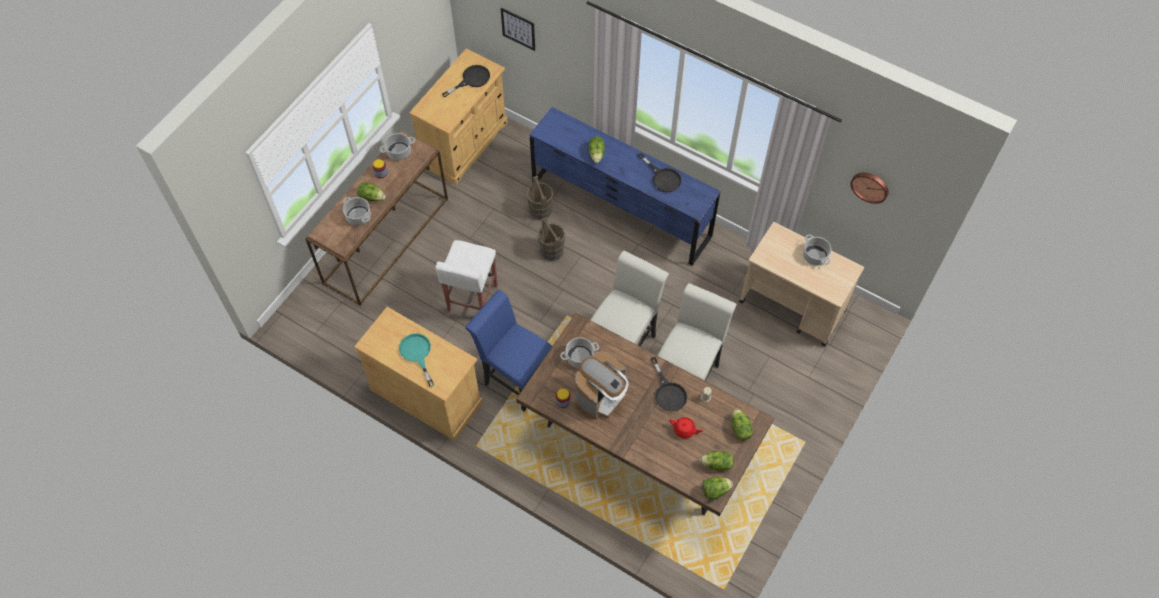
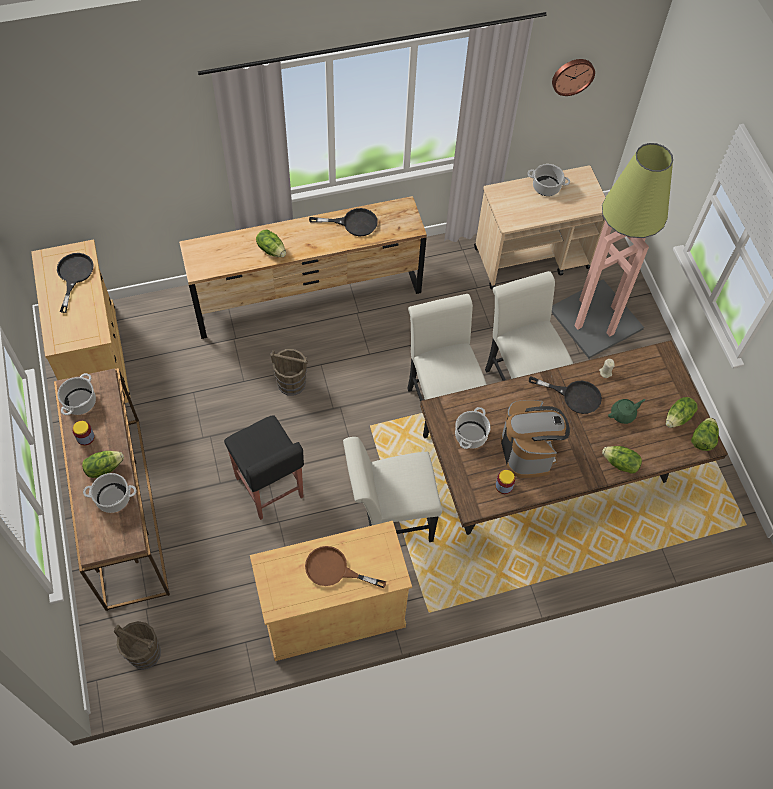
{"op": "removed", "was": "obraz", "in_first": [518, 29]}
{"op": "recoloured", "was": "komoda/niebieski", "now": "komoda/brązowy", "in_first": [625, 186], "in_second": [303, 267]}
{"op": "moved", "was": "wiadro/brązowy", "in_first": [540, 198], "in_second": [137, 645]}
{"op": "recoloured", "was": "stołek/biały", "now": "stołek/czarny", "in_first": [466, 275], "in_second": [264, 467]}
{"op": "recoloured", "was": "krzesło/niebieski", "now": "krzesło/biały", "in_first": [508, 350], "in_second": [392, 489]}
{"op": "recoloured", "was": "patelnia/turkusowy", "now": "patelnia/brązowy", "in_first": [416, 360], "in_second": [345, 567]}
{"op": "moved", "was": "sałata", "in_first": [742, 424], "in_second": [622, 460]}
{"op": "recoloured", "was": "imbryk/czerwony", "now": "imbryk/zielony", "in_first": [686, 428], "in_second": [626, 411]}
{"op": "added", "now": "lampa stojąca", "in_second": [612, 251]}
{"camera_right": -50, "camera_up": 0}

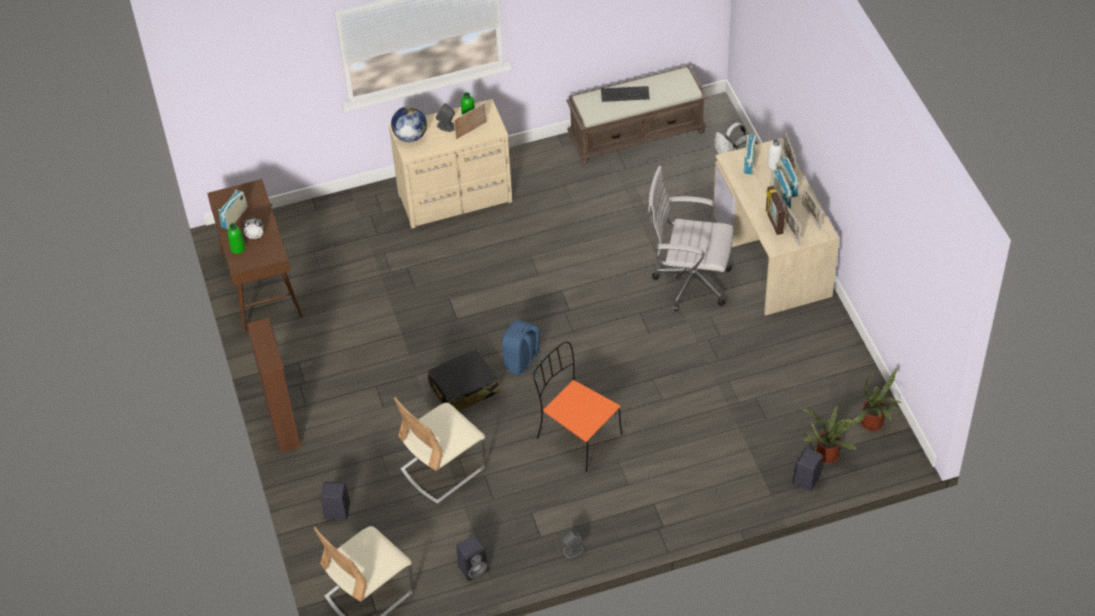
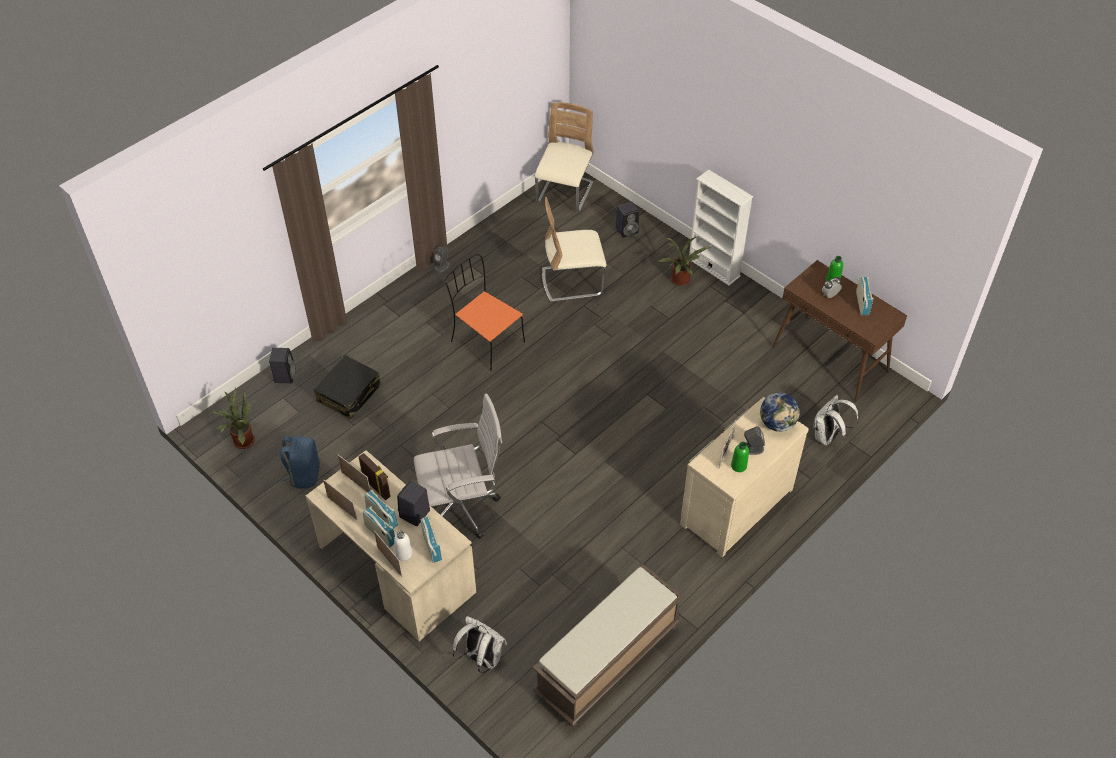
{"op": "removed", "was": "klawiatura", "in_first": [625, 94]}
{"op": "recoloured", "was": "regał/brązowy", "now": "regał/biały", "in_first": [274, 385], "in_second": [721, 227]}
{"op": "moved", "was": "plecak/niebieski", "in_first": [524, 348], "in_second": [300, 462]}
{"op": "turned", "was": "krzesło/pomarańczowy", "in_first": [577, 406], "in_second": [485, 312], "clockwise": -150}
{"op": "moved", "was": "walizka/czarny", "in_first": [463, 380], "in_second": [347, 387]}
{"op": "turned", "was": "krzesło/beżowy", "in_first": [440, 450], "in_second": [574, 249], "clockwise": -120}
{"op": "moved", "was": "roślina doniczkowa", "in_first": [831, 434], "in_second": [684, 261]}
{"op": "moved", "was": "głośnik/czarny", "in_first": [472, 558], "in_second": [413, 503]}
{"op": "added", "now": "plecak/biały", "in_second": [835, 420]}
{"camera_right": 150, "camera_up": 0}

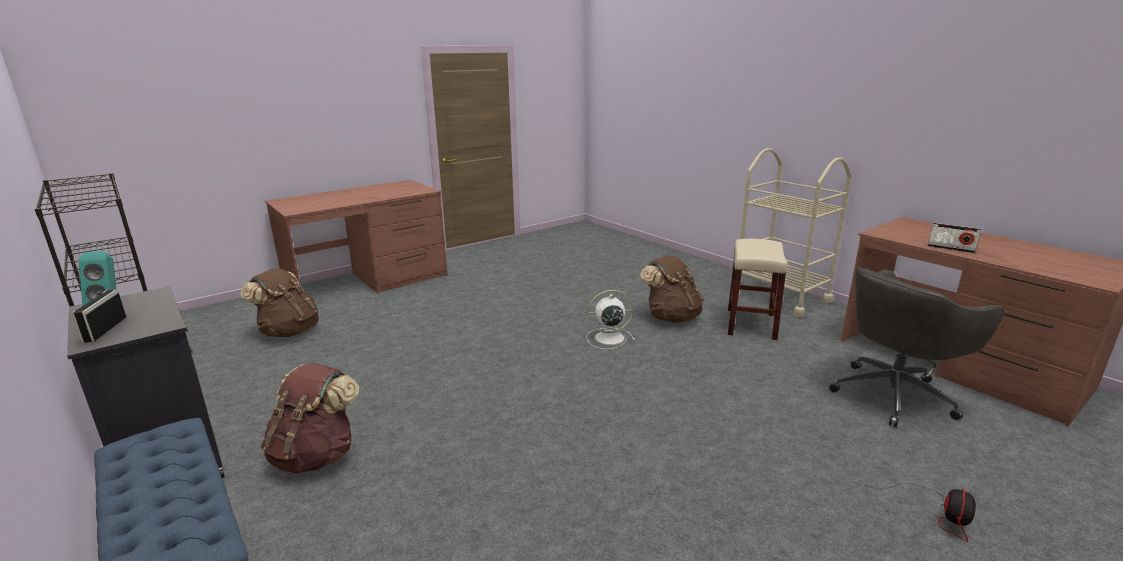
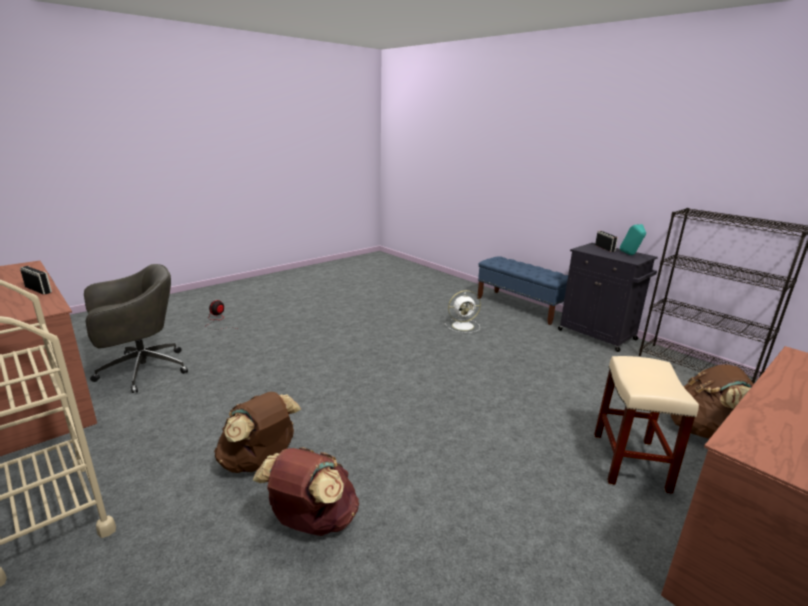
{"op": "moved", "was": "stołek/beżowy", "in_first": [758, 290], "in_second": [646, 425]}
{"op": "moved", "was": "wentylator/biały", "in_first": [611, 319], "in_second": [463, 311]}
{"op": "moved", "was": "plecak/brązowy", "in_first": [310, 418], "in_second": [306, 491]}
{"camera_right": 175, "camera_up": 0}

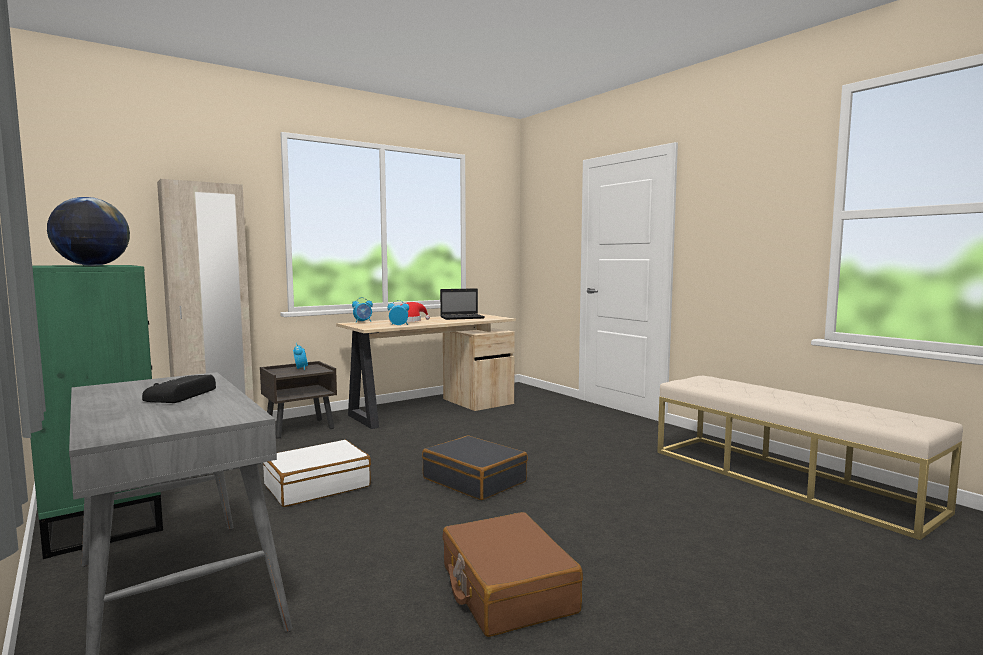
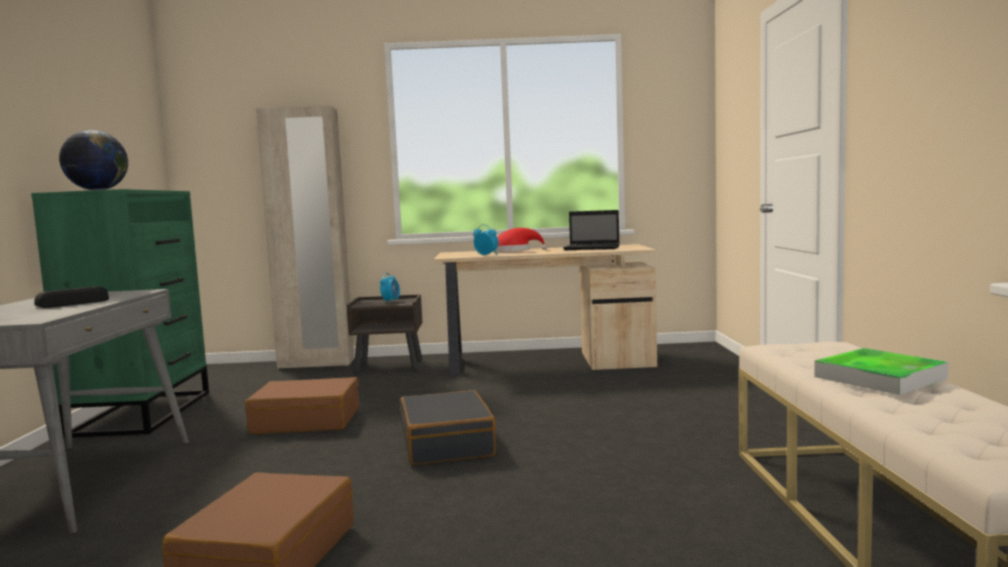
{"op": "removed", "was": "budzik", "in_first": [362, 309]}
{"op": "recoloured", "was": "walizka/biały", "now": "walizka/brązowy", "in_first": [317, 473], "in_second": [302, 405]}
{"op": "added", "now": "taca", "in_second": [881, 371]}
{"camera_right": 35, "camera_up": 0}

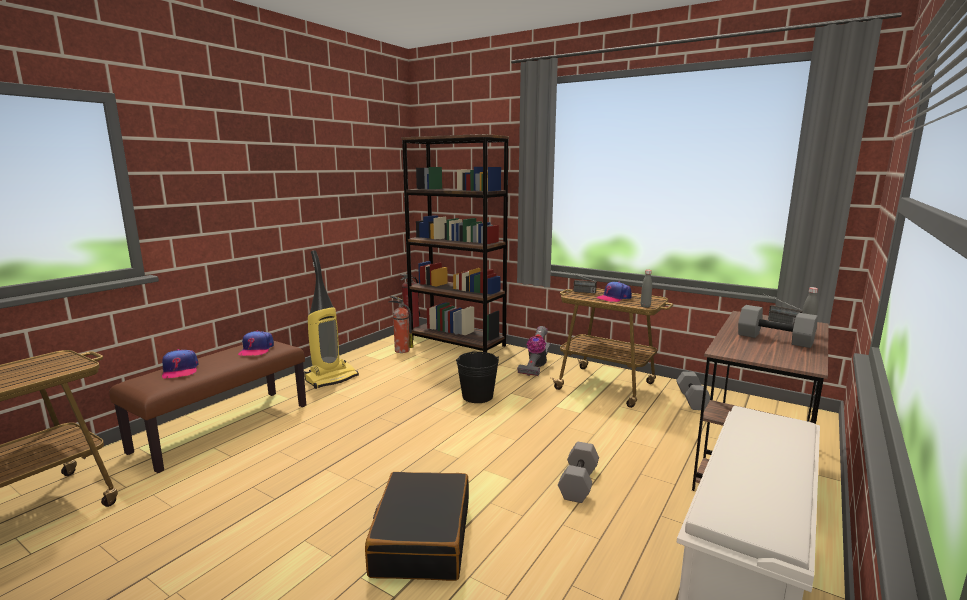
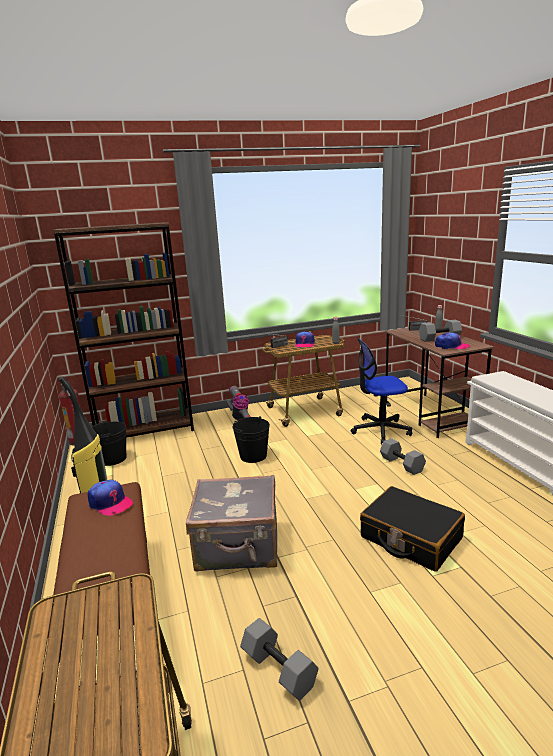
{"op": "replaced", "was": "gaśnica", "now": "wiadro/czarny", "in_first": [400, 324], "in_second": [109, 443]}
{"op": "moved", "was": "czapka z daszkiem", "in_first": [180, 363], "in_second": [452, 340]}
{"op": "moved", "was": "hantel/szary", "in_first": [693, 390], "in_second": [279, 659]}
{"op": "added", "now": "krzesło biurowe", "in_second": [381, 391]}
{"op": "added", "now": "walizka/szary", "in_second": [231, 523]}
{"camera_right": -50, "camera_up": 5}

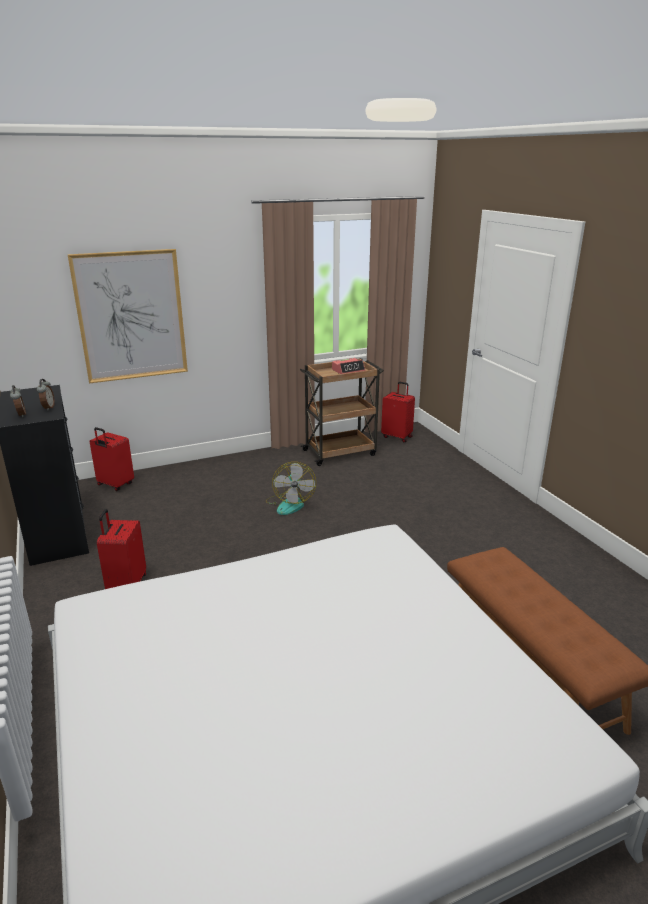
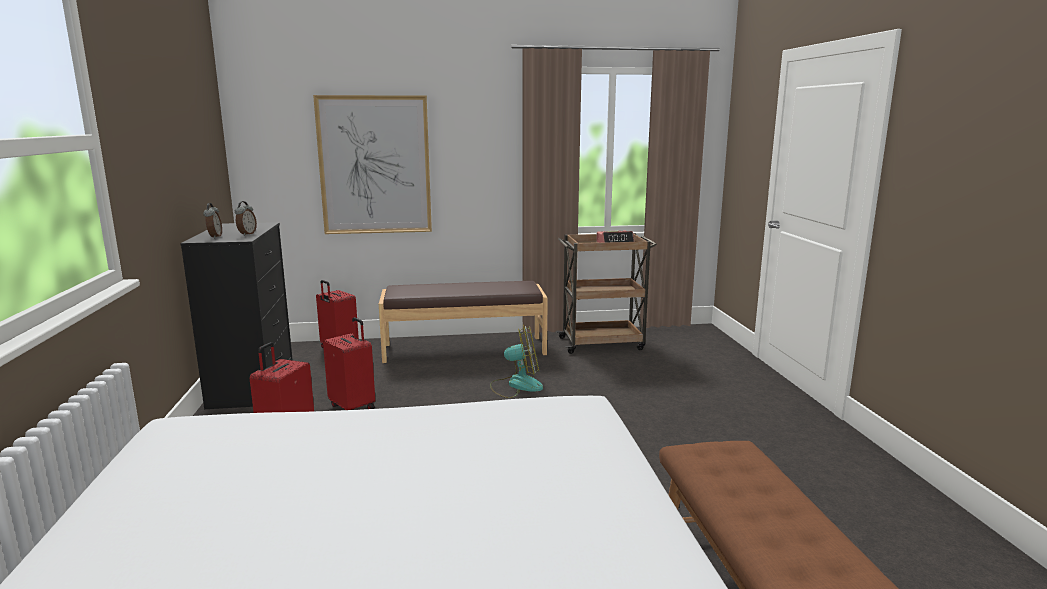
{"op": "moved", "was": "walizka/czerwony", "in_first": [398, 412], "in_second": [349, 363]}
{"op": "turned", "was": "wentylator", "in_first": [291, 488], "in_second": [516, 361], "clockwise": -105}
{"op": "added", "now": "ławka/brązowy", "in_second": [463, 322]}
{"camera_right": 15, "camera_up": -10}

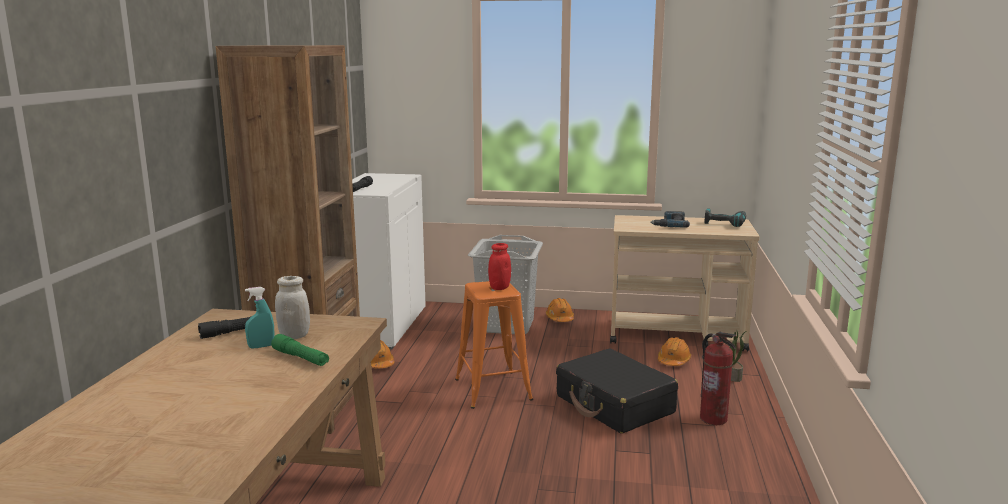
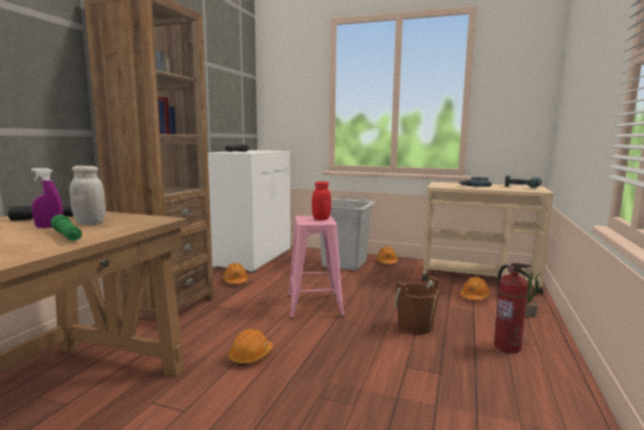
{"op": "recoloured", "was": "stołek/pomarańczowy", "now": "stołek/różowy", "in_first": [494, 345], "in_second": [316, 267]}
{"op": "recoloured", "was": "spryskiwacz/turkusowy", "now": "spryskiwacz/fioletowy", "in_first": [259, 318], "in_second": [47, 198]}
{"op": "replaced", "was": "walizka/czarny", "now": "wiadro/brązowy", "in_first": [617, 391], "in_second": [417, 305]}
{"op": "added", "now": "kask/pomarańczowy", "in_second": [250, 347]}
{"camera_right": 10, "camera_up": -5}

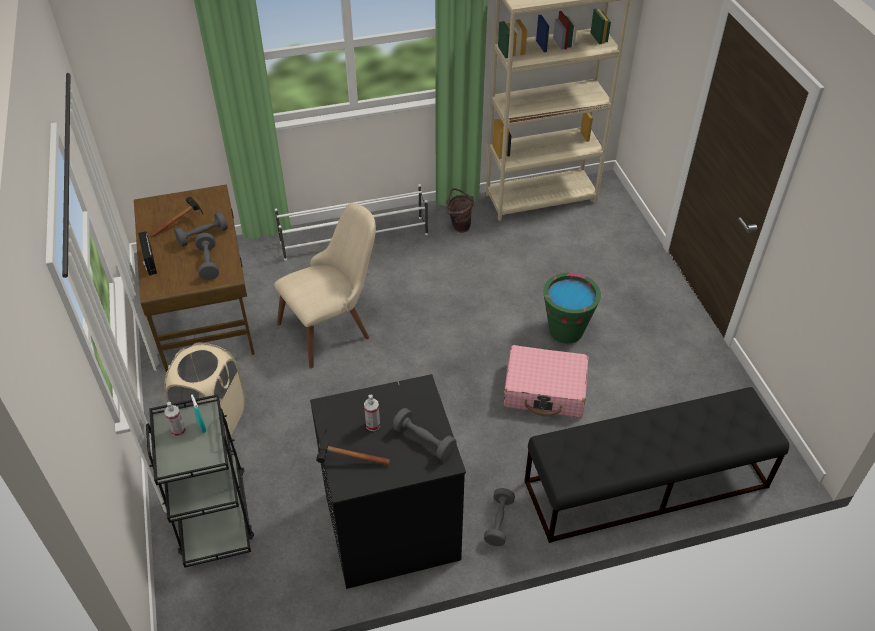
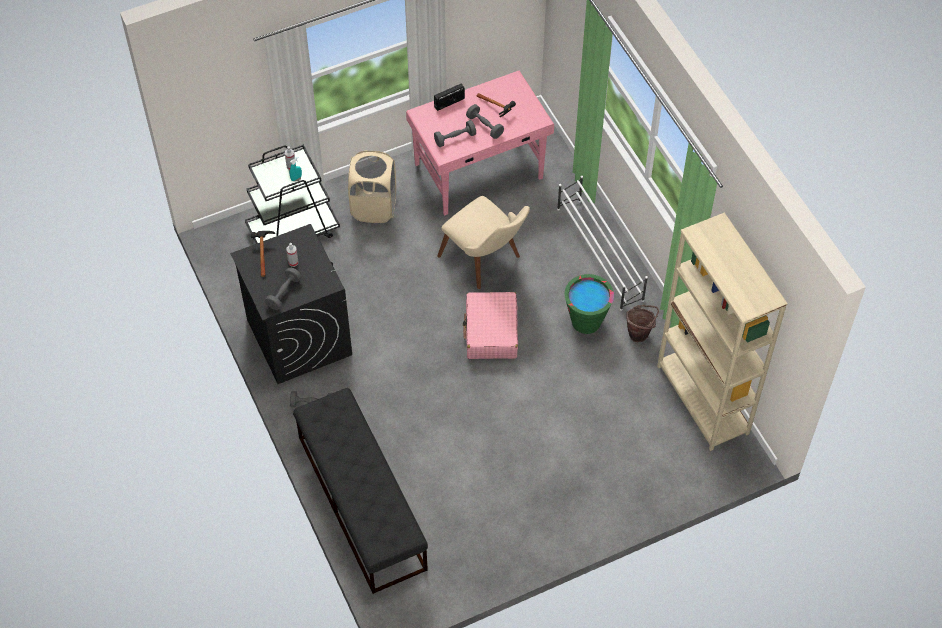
{"op": "recoloured", "was": "biurko/brązowy", "now": "biurko/różowy", "in_first": [194, 278], "in_second": [480, 143]}
{"op": "moved", "was": "wiadro/zielony", "in_first": [572, 308], "in_second": [589, 304]}
{"op": "moved", "was": "walizka/różowy", "in_first": [546, 381], "in_second": [490, 325]}
{"camera_right": 80, "camera_up": 10}

